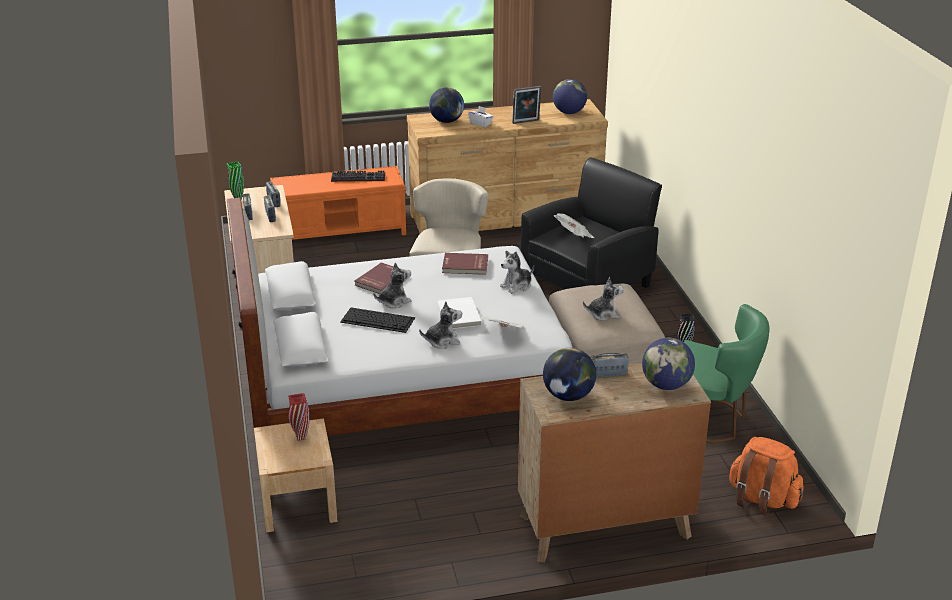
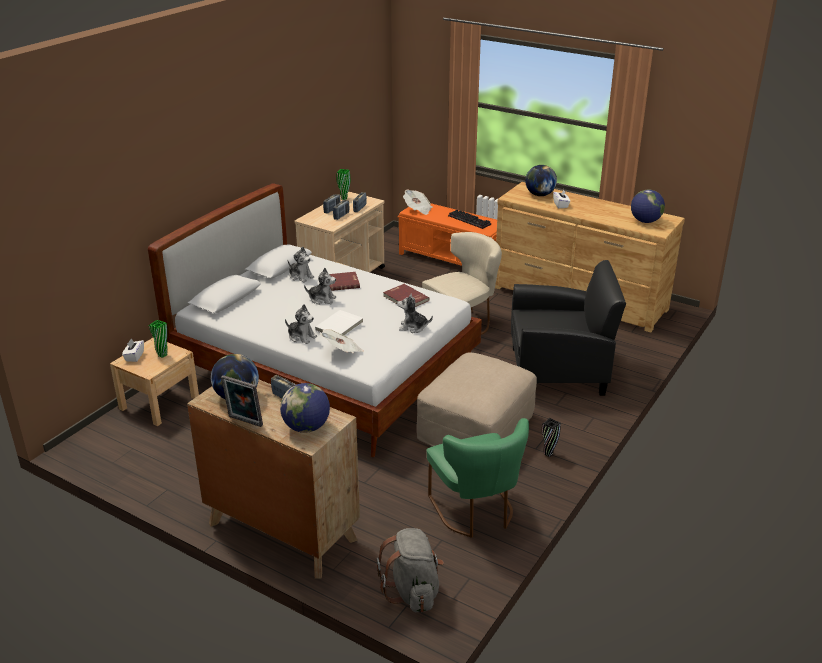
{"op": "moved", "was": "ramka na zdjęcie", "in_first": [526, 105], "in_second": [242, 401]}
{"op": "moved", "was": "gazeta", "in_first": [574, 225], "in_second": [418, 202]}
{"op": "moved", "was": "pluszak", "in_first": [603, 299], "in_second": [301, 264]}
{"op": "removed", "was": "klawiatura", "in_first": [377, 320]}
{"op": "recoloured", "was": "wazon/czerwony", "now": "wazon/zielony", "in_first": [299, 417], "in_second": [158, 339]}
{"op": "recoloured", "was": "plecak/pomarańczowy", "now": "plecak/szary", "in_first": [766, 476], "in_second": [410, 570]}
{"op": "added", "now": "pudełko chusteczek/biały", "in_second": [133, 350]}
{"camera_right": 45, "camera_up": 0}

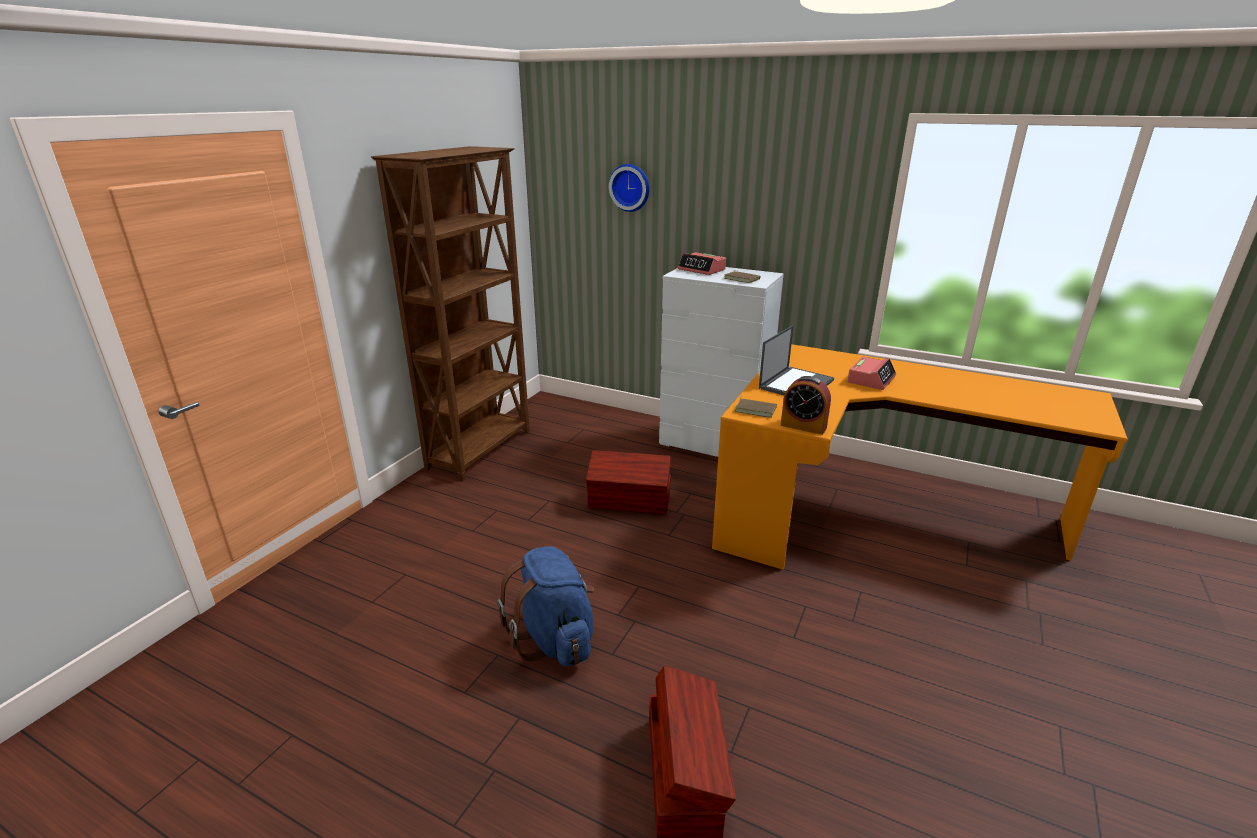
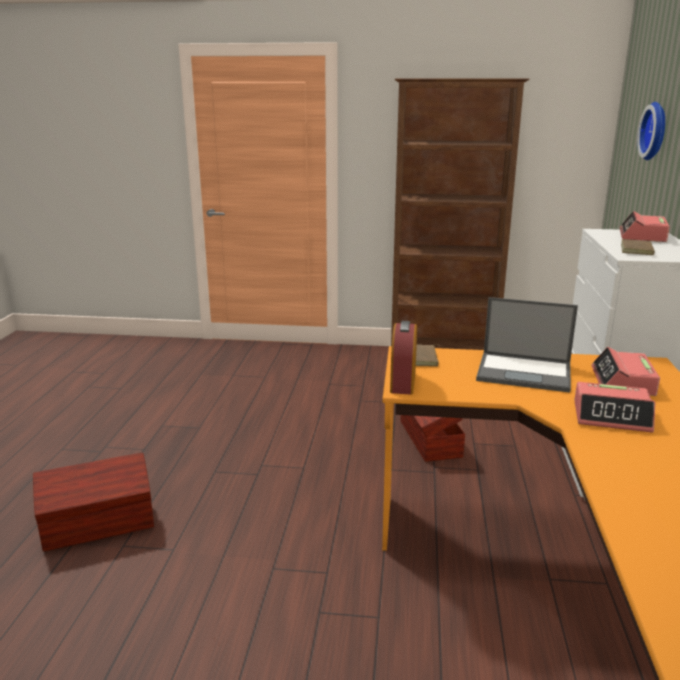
{"op": "removed", "was": "plecak/niebieski", "in_first": [545, 606]}
{"op": "added", "now": "budzik", "in_second": [625, 371]}
{"camera_right": 70, "camera_up": -5}

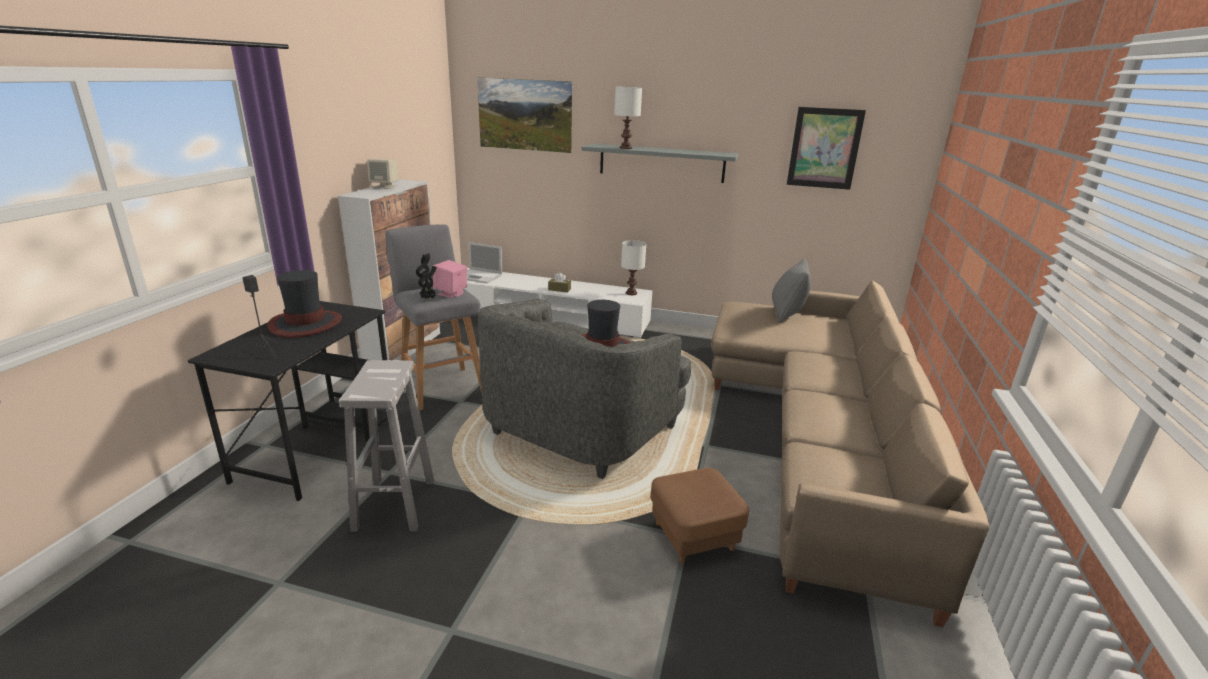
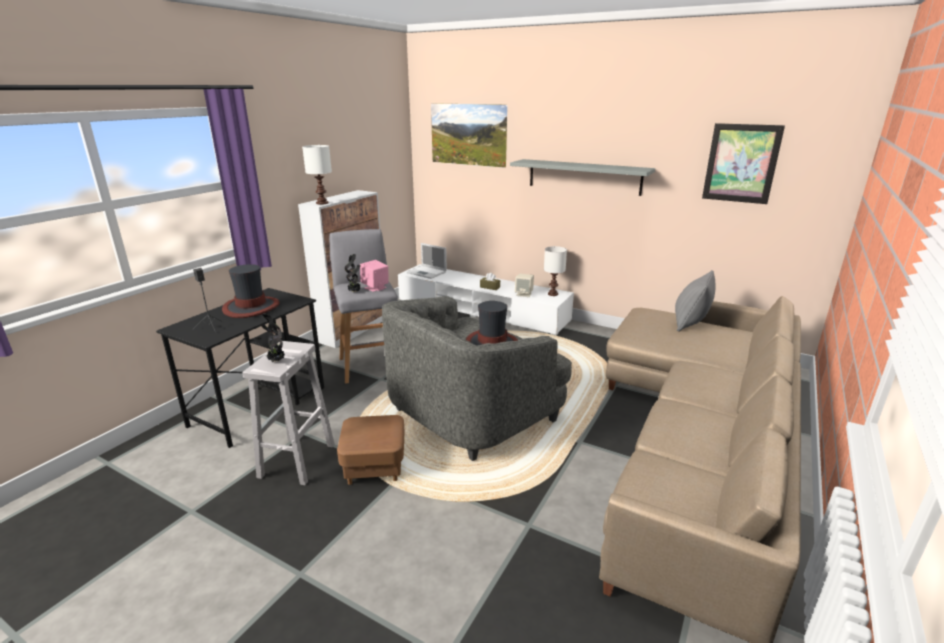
{"op": "moved", "was": "lampa stołowa/biały", "in_first": [628, 118], "in_second": [317, 175]}
{"op": "moved", "was": "głośnik/beżowy", "in_first": [382, 174], "in_second": [524, 285]}
{"op": "moved", "was": "pufa/brązowy", "in_first": [700, 515], "in_second": [371, 450]}
{"op": "added", "now": "roślina doniczkowa", "in_second": [273, 338]}
{"camera_right": 15, "camera_up": 0}

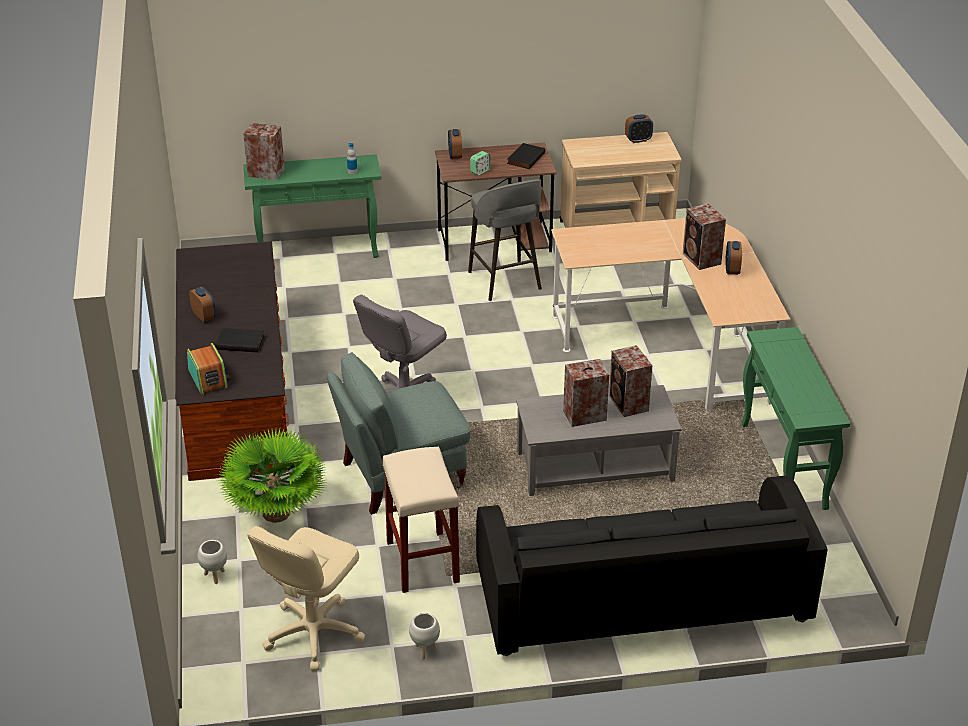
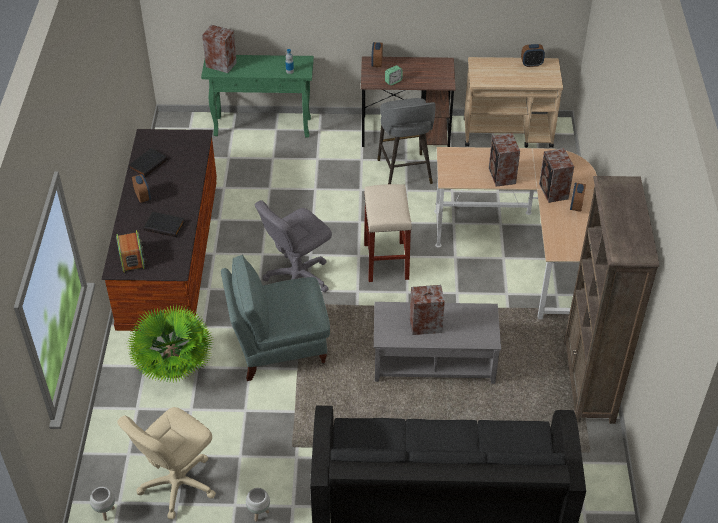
{"op": "moved", "was": "książka/czarny", "in_first": [526, 156], "in_second": [148, 162]}
{"op": "replaced", "was": "stolik konsolowy/zielony", "now": "regał/brązowy", "in_first": [795, 418], "in_second": [611, 300]}
{"op": "moved", "was": "głośnik", "in_first": [630, 381], "in_second": [504, 160]}
{"op": "moved", "was": "stołek/beżowy", "in_first": [421, 520], "in_second": [388, 233]}
{"op": "moved", "was": "donica/biały", "in_first": [212, 562], "in_second": [102, 504]}
{"camera_right": 10, "camera_up": 10}

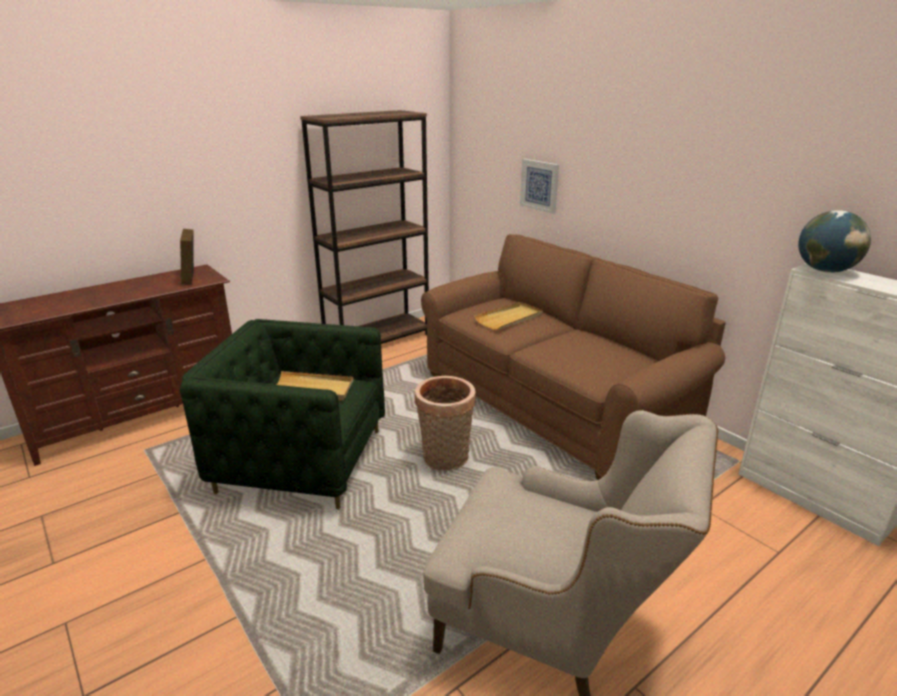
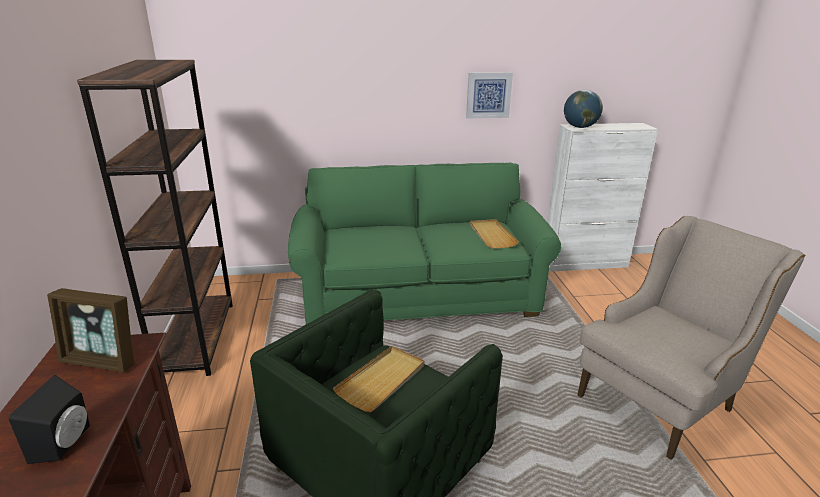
{"op": "moved", "was": "obraz", "in_first": [539, 186], "in_second": [489, 95]}
{"op": "recoloured", "was": "kanapa/brązowy", "now": "kanapa/zielony", "in_first": [573, 357], "in_second": [424, 243]}
{"op": "moved", "was": "taca/beżowy", "in_first": [508, 316], "in_second": [494, 233]}
{"op": "removed", "was": "koszyk", "in_first": [445, 423]}
{"op": "added", "now": "głośnik/czarny", "in_second": [49, 419]}
{"camera_right": -60, "camera_up": 0}

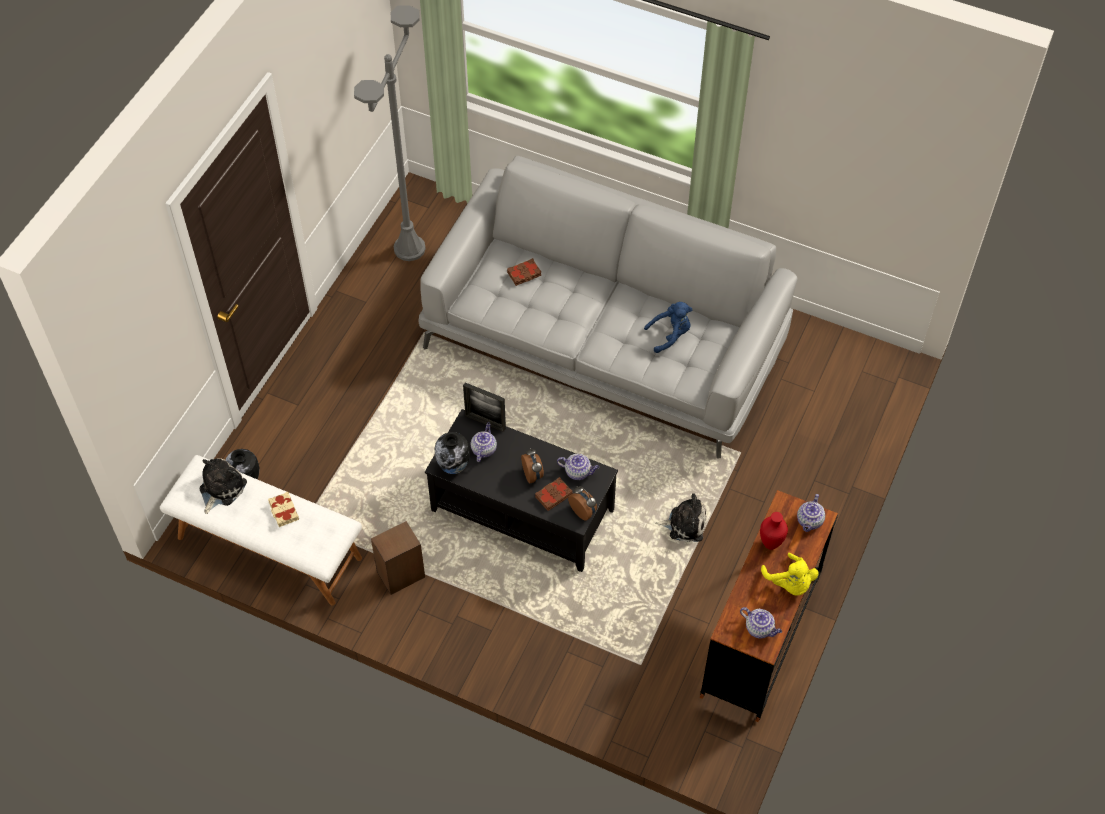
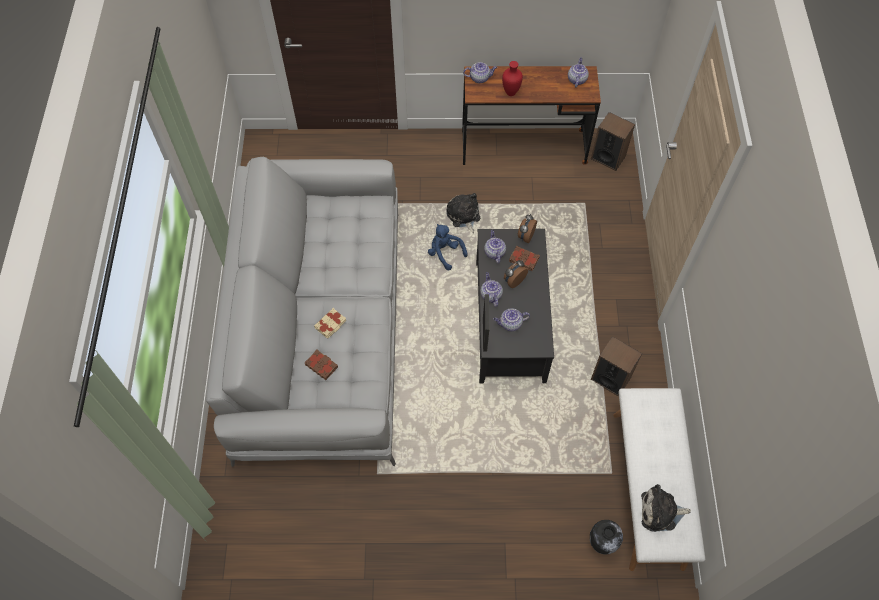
{"op": "removed", "was": "lampa stojąca/szary", "in_first": [390, 133]}
{"op": "moved", "was": "pluszak/niebieski", "in_first": [668, 327], "in_second": [448, 247]}
{"op": "removed", "was": "wazon", "in_first": [452, 453]}
{"op": "moved", "was": "książka/beżowy", "in_first": [283, 509], "in_second": [330, 323]}
{"op": "removed", "was": "pluszak/żółty", "in_first": [790, 574]}
{"op": "added", "now": "głośnik", "in_second": [613, 141]}
{"op": "added", "now": "imbryk", "in_second": [491, 289]}
{"camera_right": -115, "camera_up": 5}

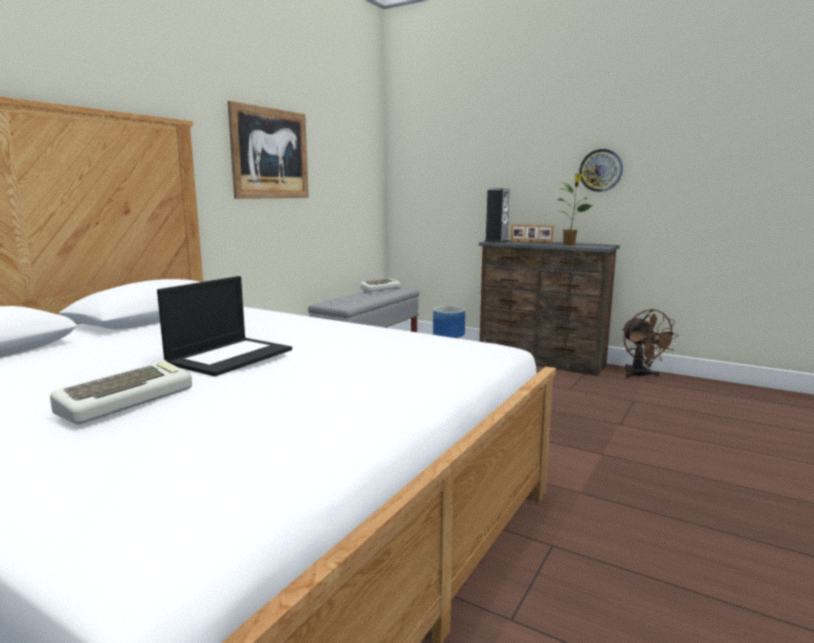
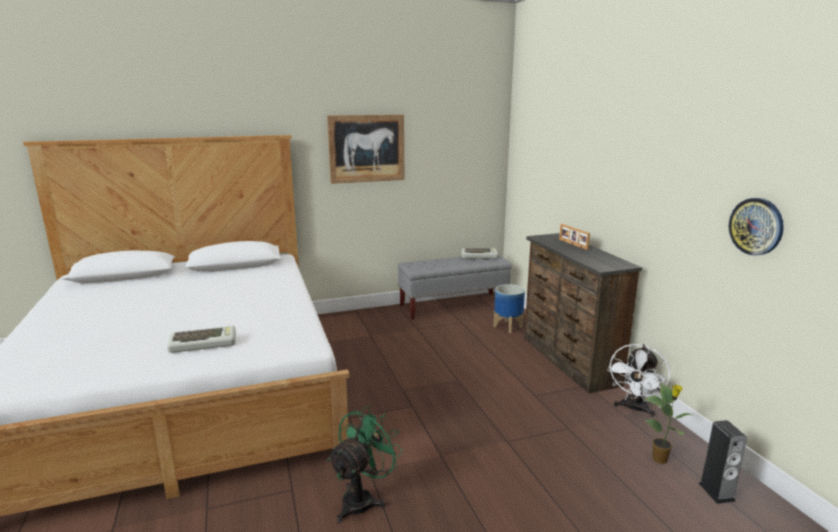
{"op": "moved", "was": "zegar ścienny", "in_first": [601, 170], "in_second": [756, 226]}
{"op": "moved", "was": "roślina doniczkowa", "in_first": [576, 210], "in_second": [668, 423]}
{"op": "moved", "was": "głośnik", "in_first": [497, 215], "in_second": [723, 462]}
{"op": "removed", "was": "laptop", "in_first": [224, 326]}
{"op": "recoloured", "was": "wentylator/brązowy", "now": "wentylator/biały", "in_first": [650, 343], "in_second": [639, 380]}
{"op": "moved", "was": "klawiatura", "in_first": [121, 392], "in_second": [201, 339]}
{"op": "added", "now": "wentylator/zielony", "in_second": [365, 464]}
{"camera_right": 40, "camera_up": 5}

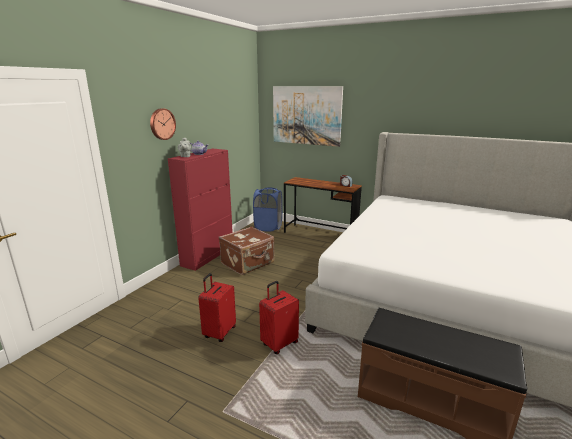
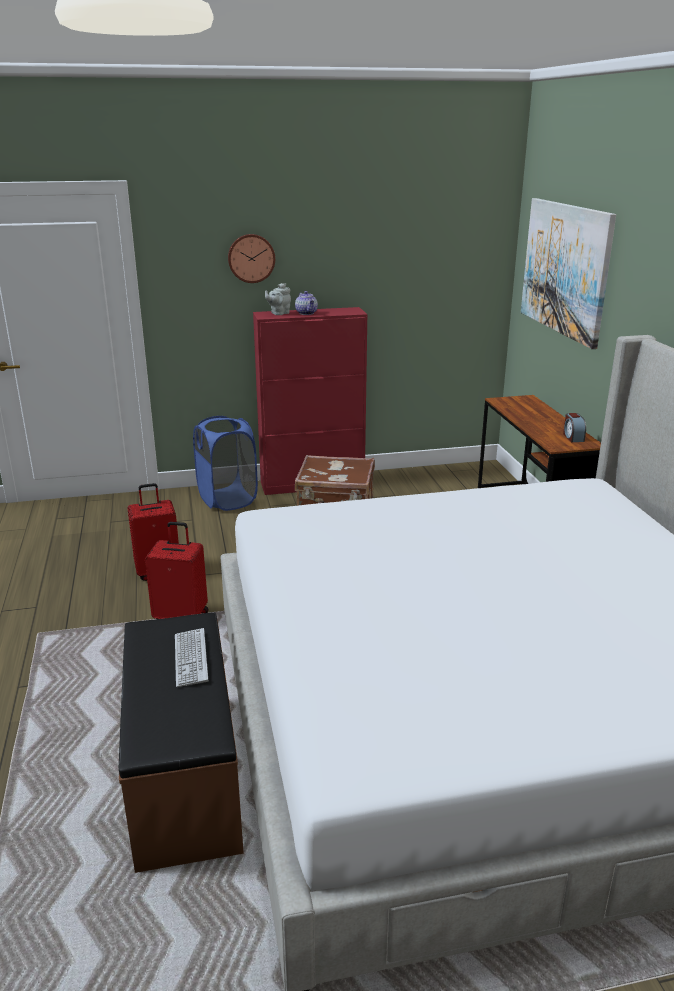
{"op": "moved", "was": "kosz na pranie/niebieski", "in_first": [267, 209], "in_second": [225, 463]}
{"op": "added", "now": "klawiatura", "in_second": [191, 657]}
{"camera_right": 50, "camera_up": 5}

